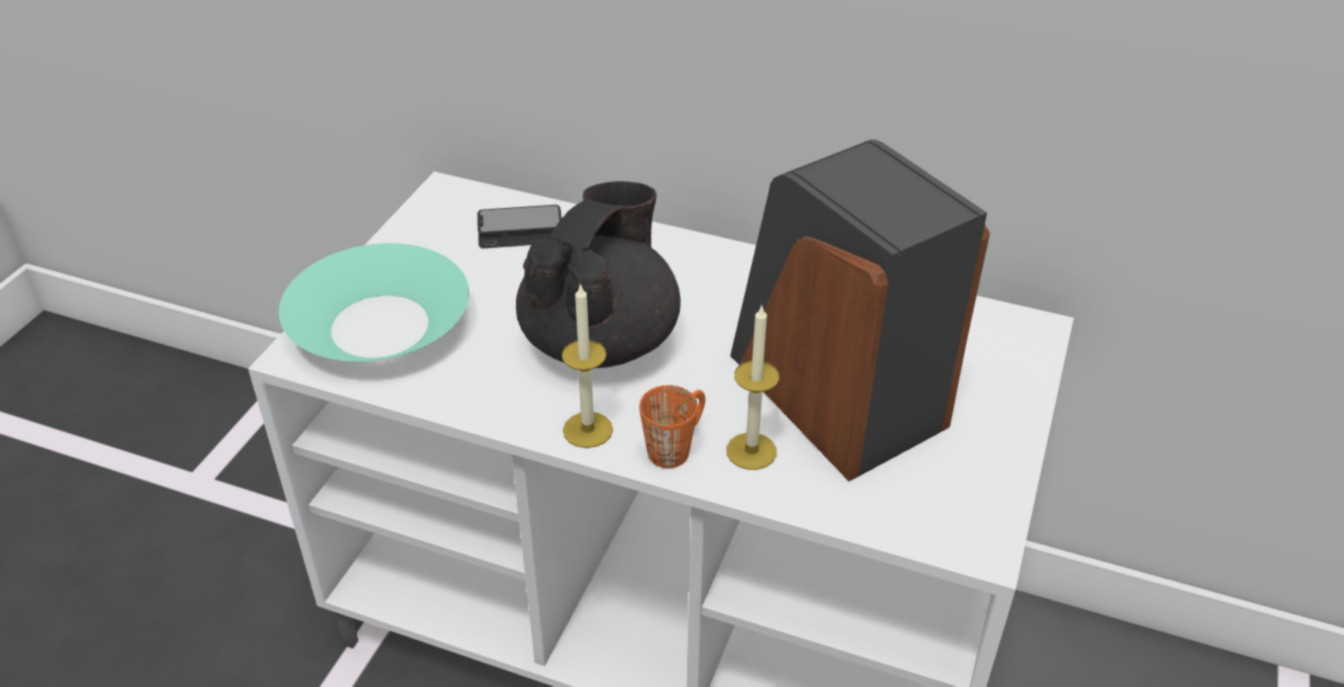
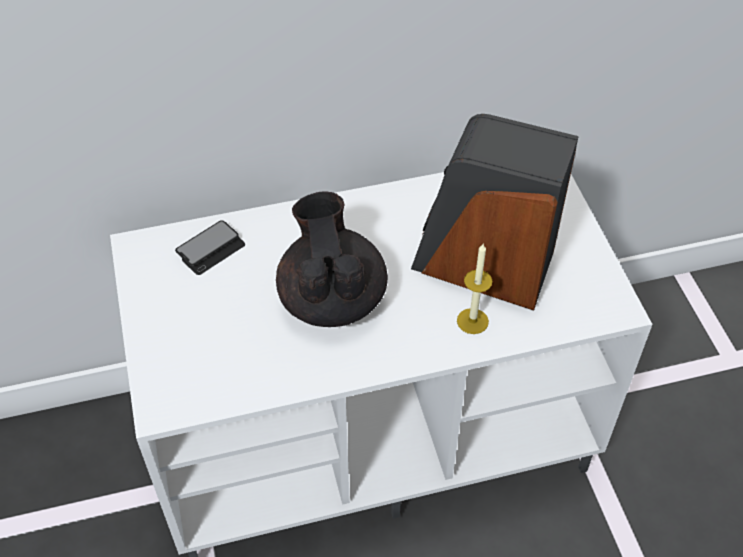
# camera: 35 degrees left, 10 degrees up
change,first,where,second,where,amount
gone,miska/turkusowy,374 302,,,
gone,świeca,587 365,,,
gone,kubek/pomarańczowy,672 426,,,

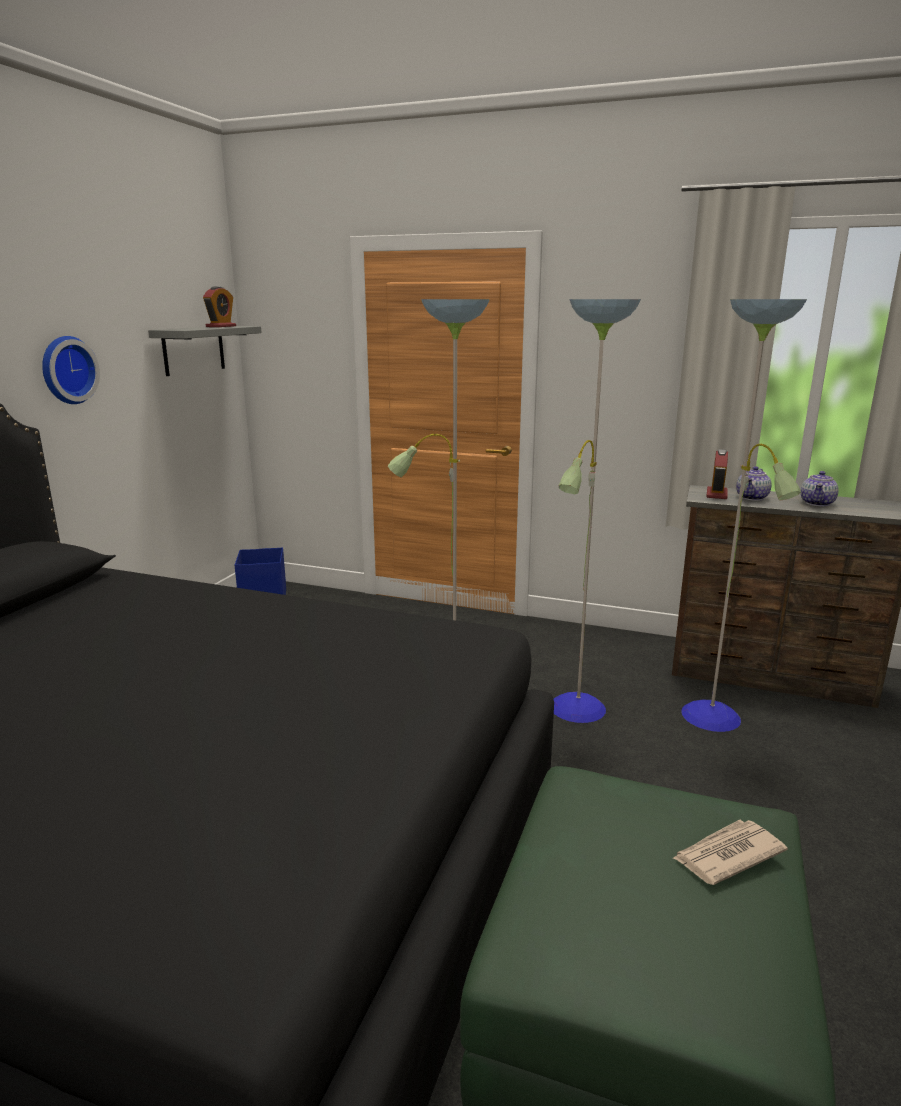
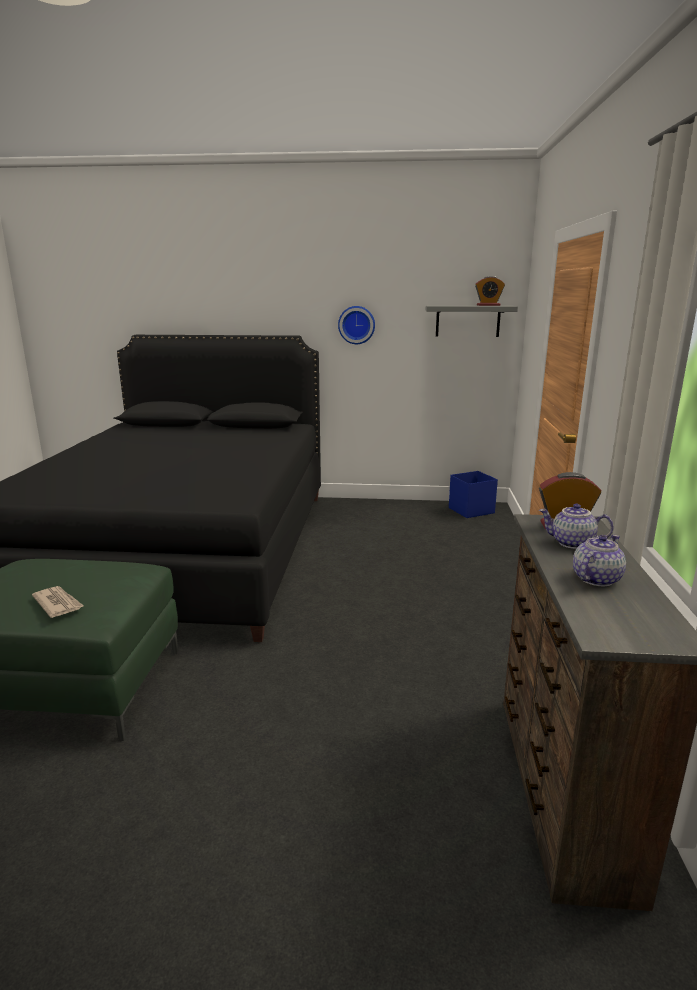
# camera: 75 degrees right, 0 degrees up
change,first,where,second,where,amount
gone,lampa stojąca,597 515,,,
rotated,imbryk,820 488,,599 560,120 degrees clockwise

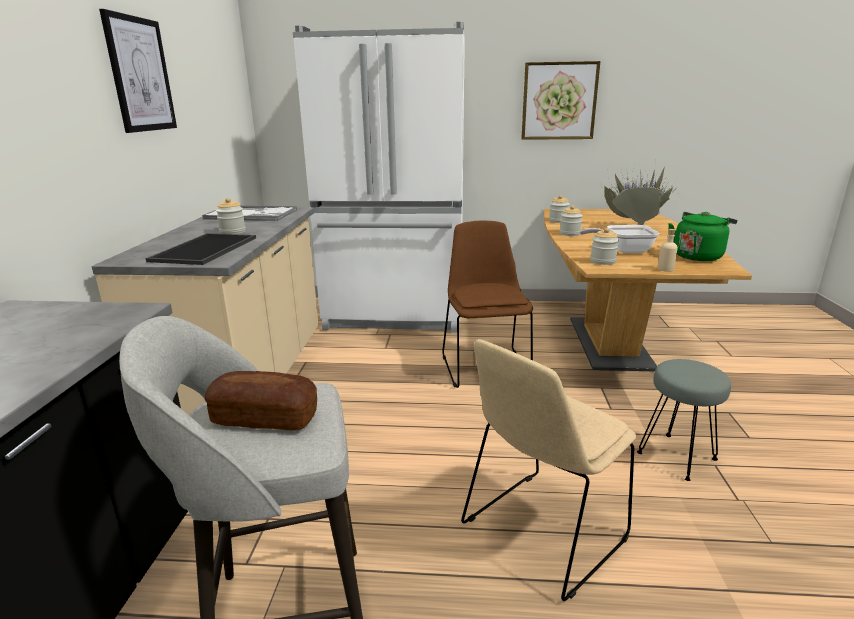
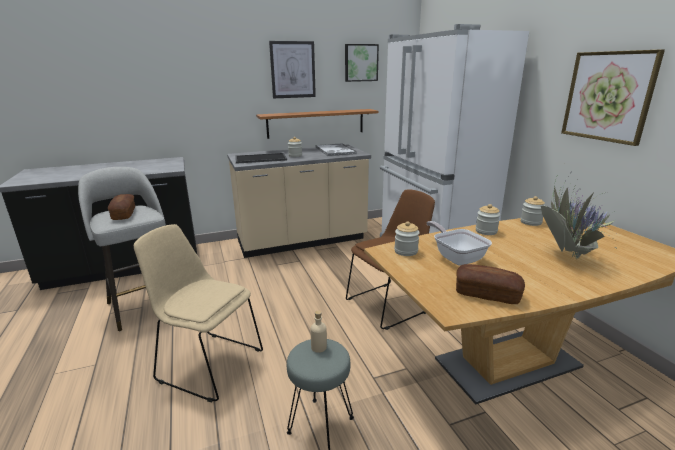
# camera: 65 degrees right, 0 degrees up
change,first,where,second,where,amount
new,,,półka,317 124,
new,,,obraz,362 63,
shifted,butelka/beżowy,668 250,,319 332,
swapped,czajnik/zielony,702 236,chleb,490 284,

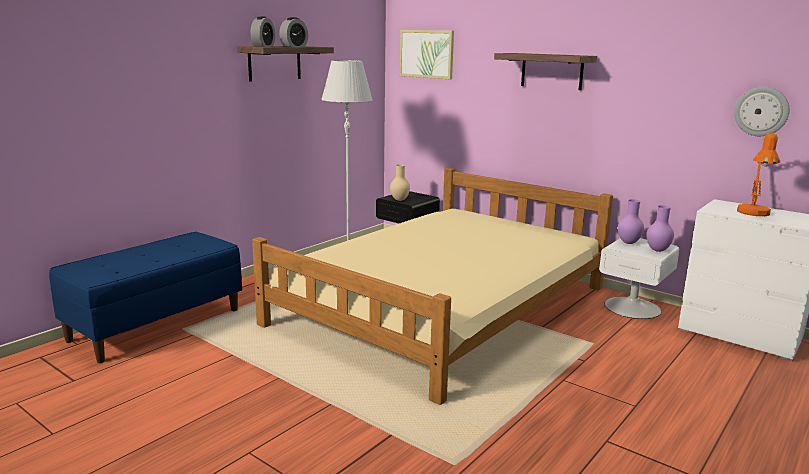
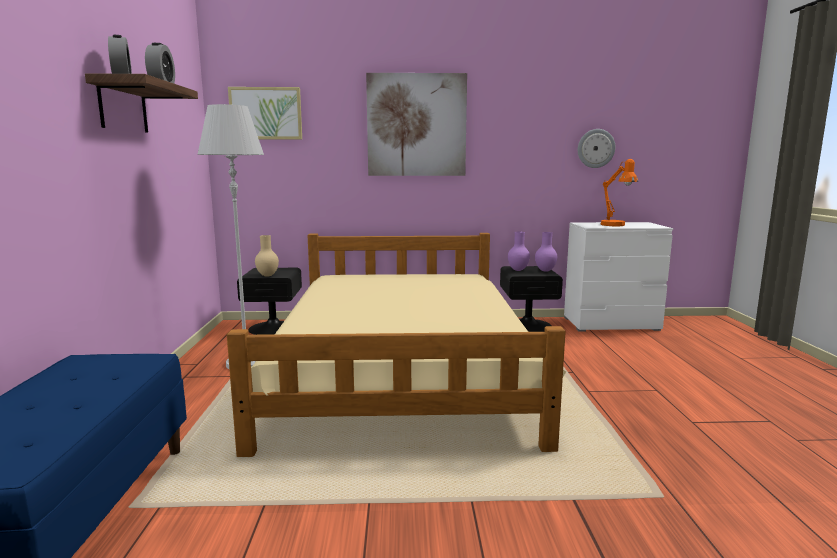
# camera: 40 degrees left, 5 degrees down
change,first,where,second,where,amount
swapped,półka,545 71,obraz,416 124,
repainted,szafka nocna/biały,639 278,szafka nocna/czarny,531 299,

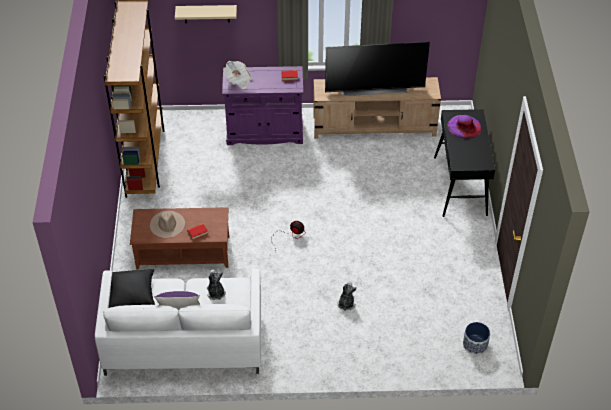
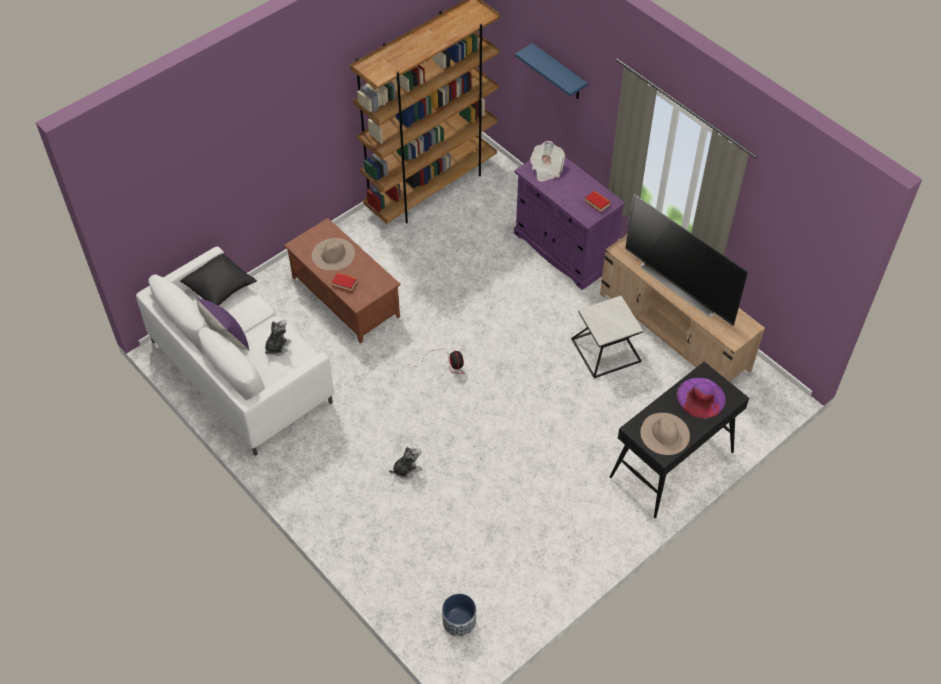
# camera: 50 degrees right, 5 degrees up
change,first,where,second,where,amount
new,,,stolik,607 337,
new,,,kapelusz/beżowy,665 434,
repainted,półka/beżowy,206 14,półka/niebieski,551 71,

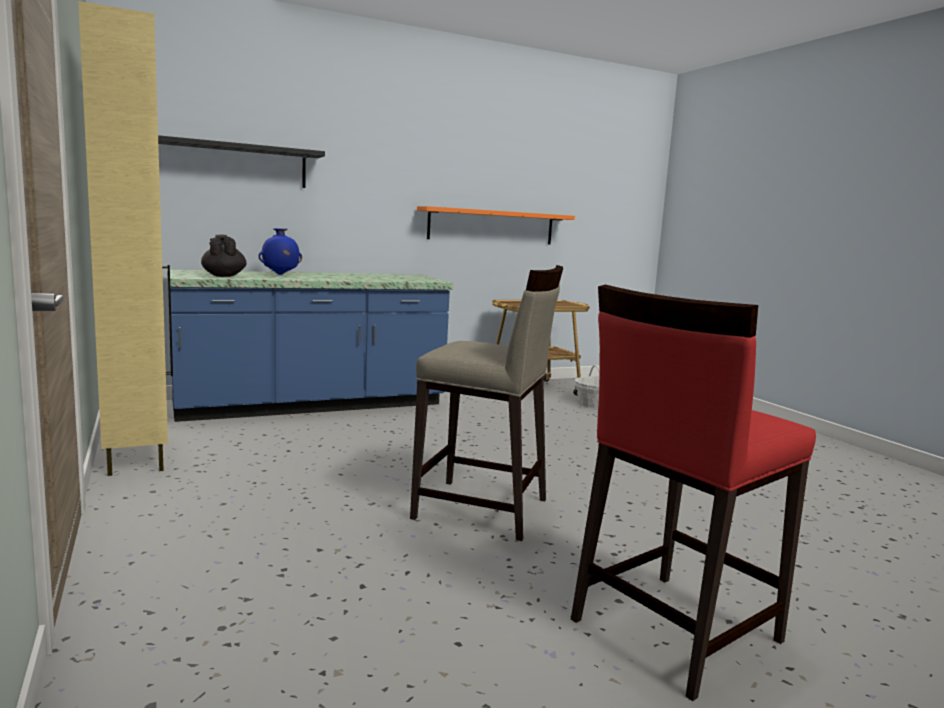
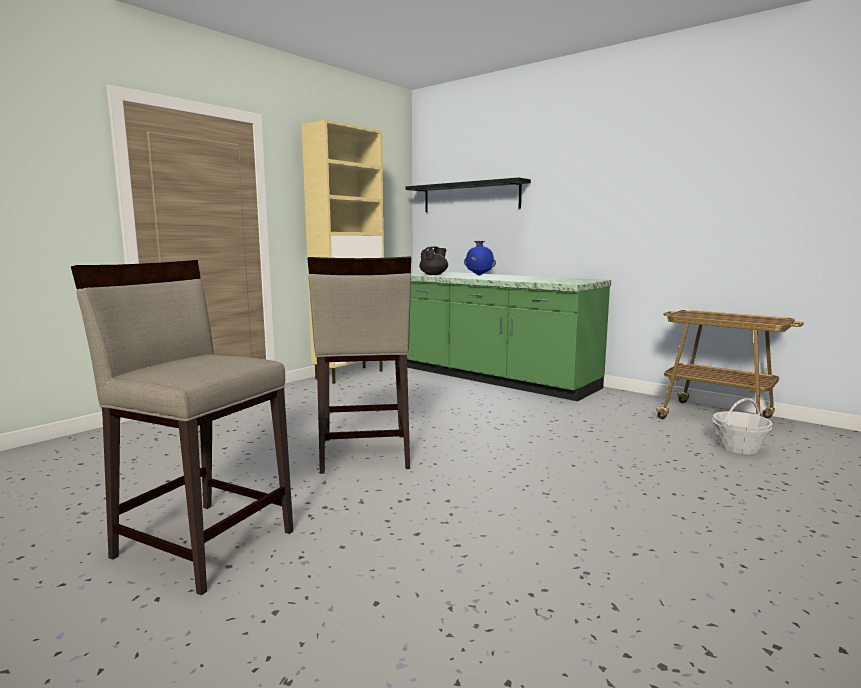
# camera: 65 degrees right, 0 degrees up
change,first,where,second,where,amount
gone,półka/pomarańczowy,496 225,,,
repainted,zabudowa kuchenna/niebieski,310 346,zabudowa kuchenna/zielony,509 336,
repainted,stołek/czerwony,693 493,stołek/beżowy,182 427,

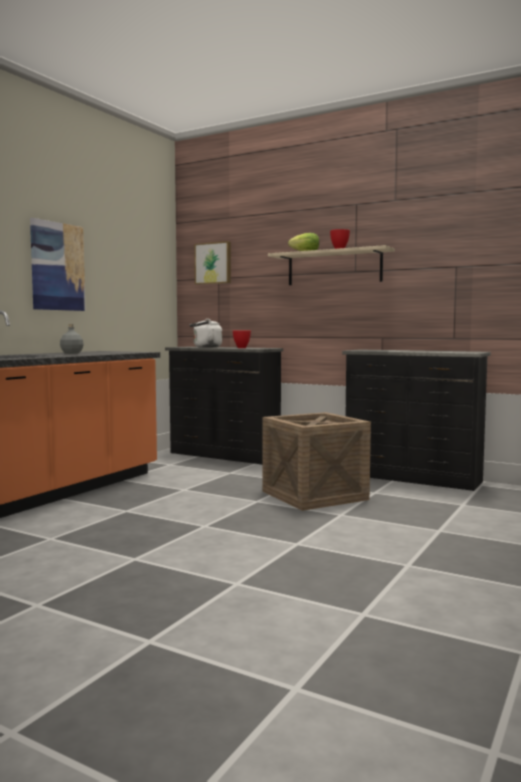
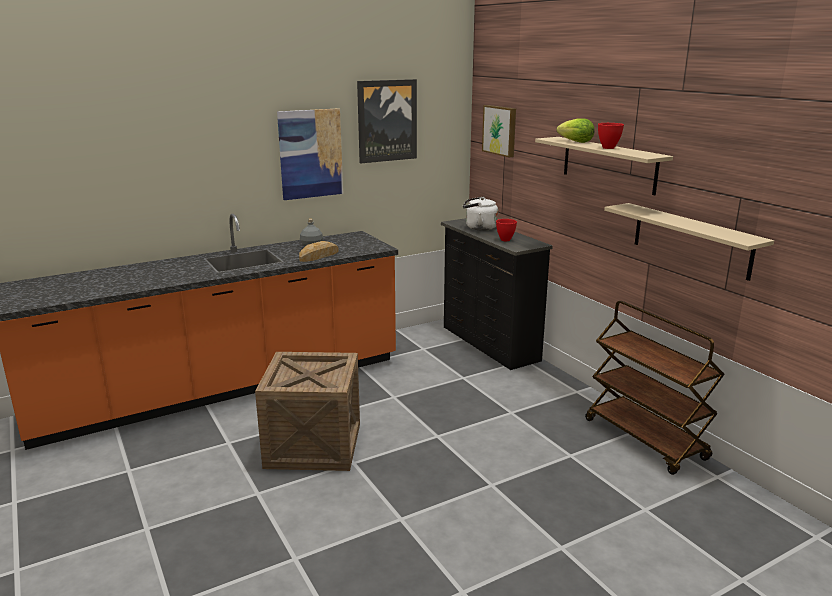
# camera: 30 degrees right, 15 degrees up
change,first,where,second,where,amount
new,,,chleb,319 251,
new,,,obraz,387 121,
new,,,półka/beżowy,689 242,
shifted,skrzynka,317 461,,307 411,
swapped,komoda/czarny,416 420,wózek/brązowy,655 388,

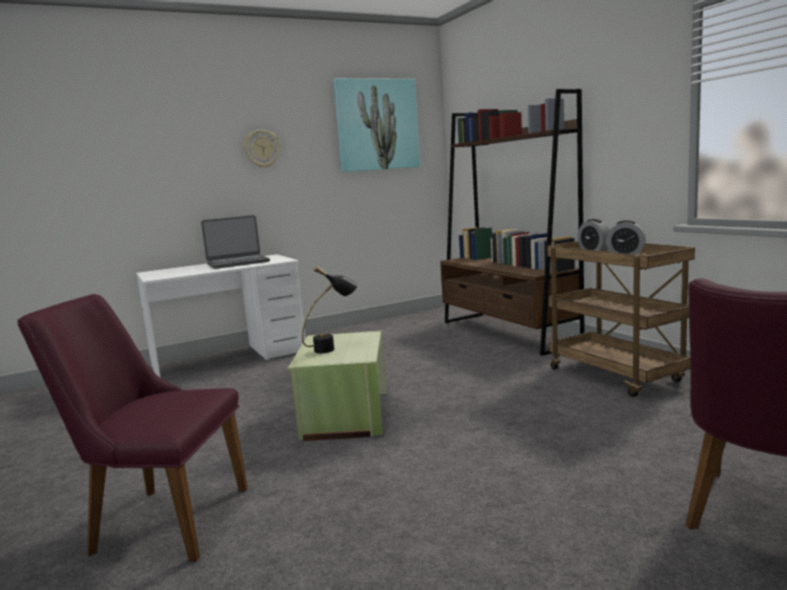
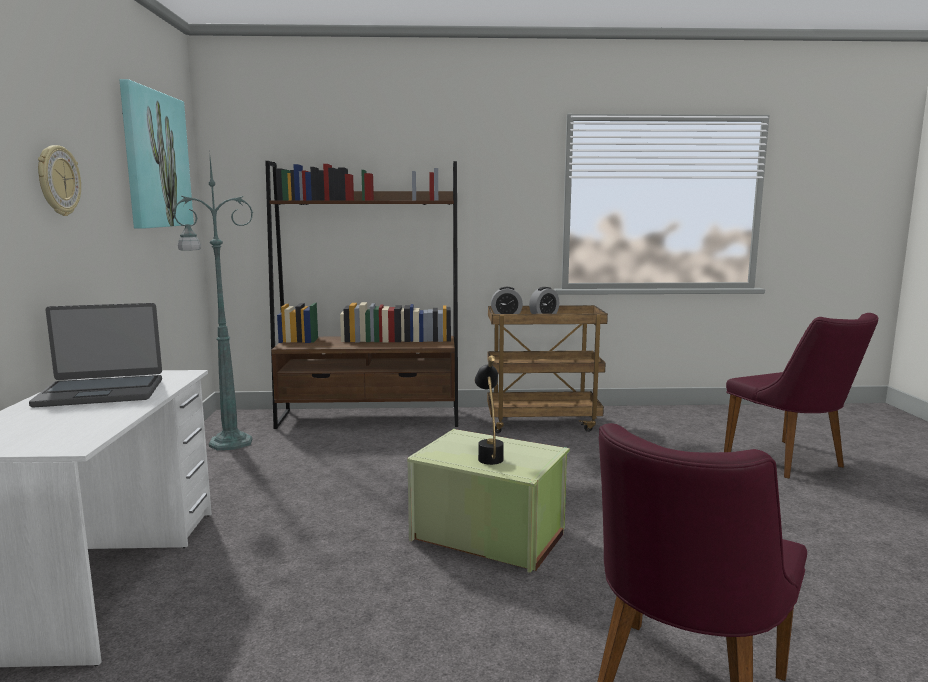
# camera: 65 degrees left, 0 degrees up
change,first,where,second,where,amount
new,,,lampa stojąca/zielony,213 304,
rotated,laptop,235 242,,95 355,75 degrees clockwise

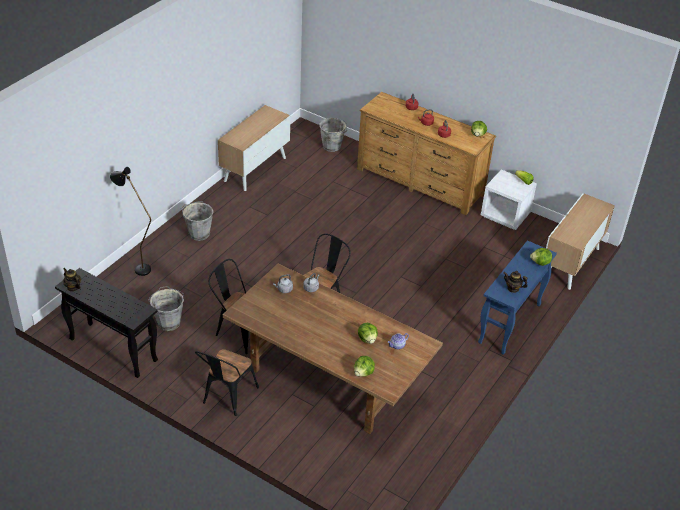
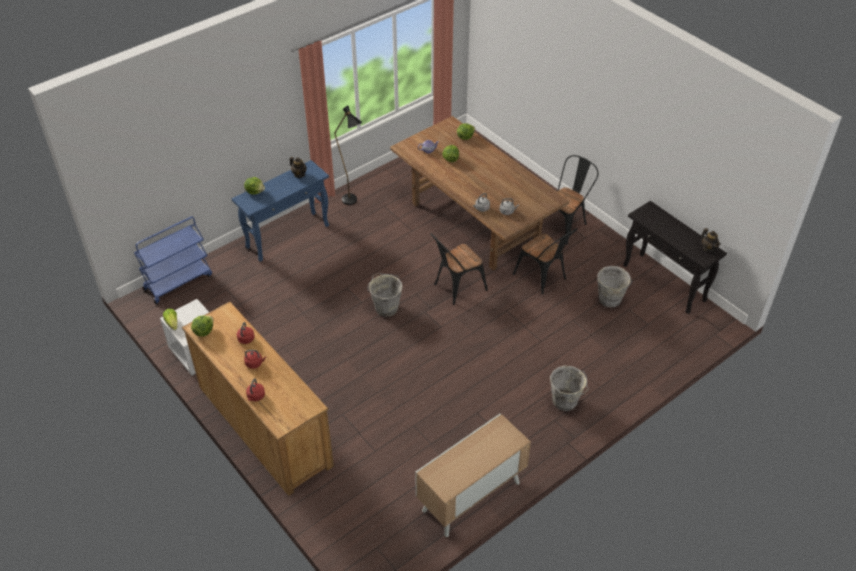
# camera: 160 degrees left, 5 degrees up
change,first,where,second,where,amount
shifted,lampa stojąca/czarny,130 221,,348 155,
shifted,wiadro/szary,333 135,,385 295,
swapped,szafka,580 242,wózek/niebieski,173 260,

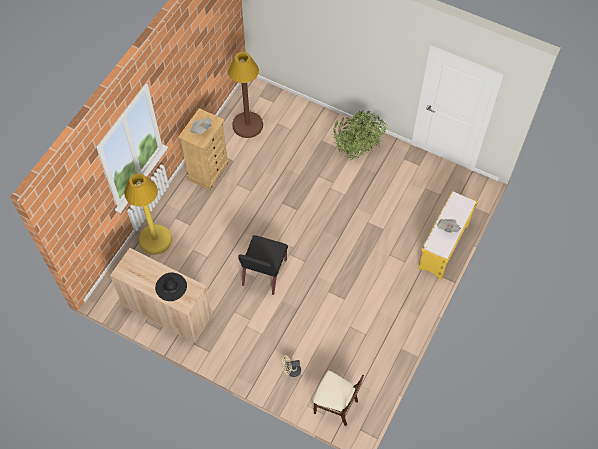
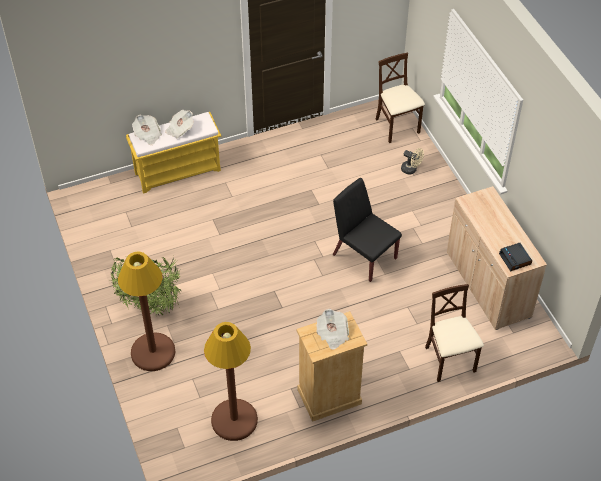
# camera: 140 degrees left, 10 degrees down
change,first,where,second,where,amount
gone,kapelusz/czarny,171 287,,,
new,,,lampa stojąca/brązowy,146 311,
new,,,gazeta,147 129,
new,,,budzik,515 257,
swapped,lampa stojąca/żółty,148 214,krzesło/beżowy,454 333,
rotated,krzesło/czarny,263 265,,367 230,105 degrees counterclockwise

